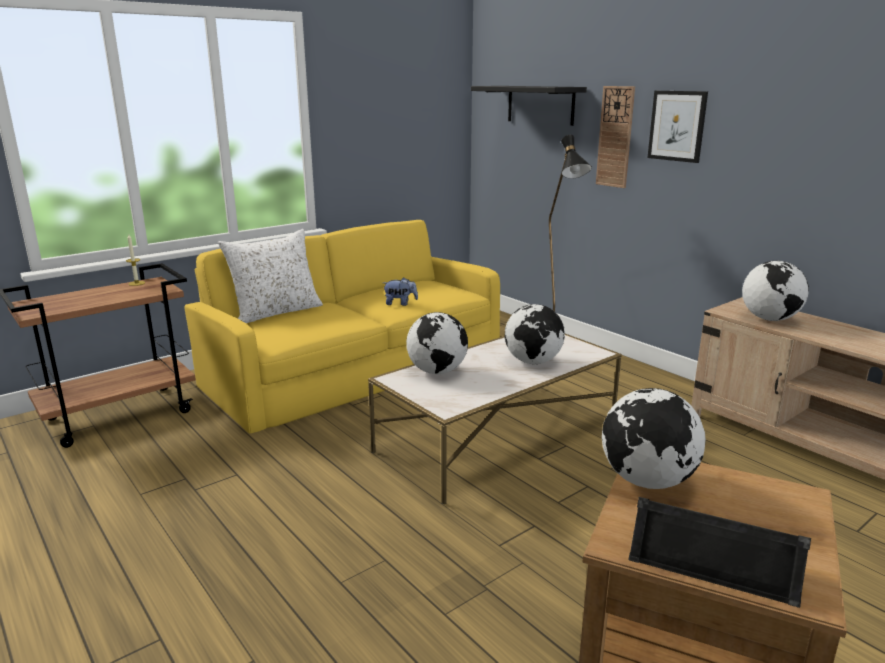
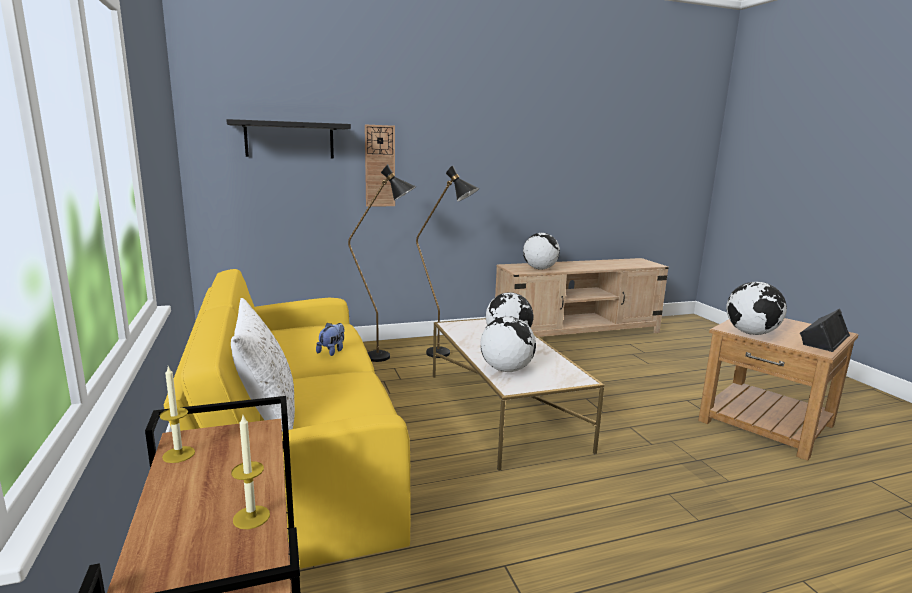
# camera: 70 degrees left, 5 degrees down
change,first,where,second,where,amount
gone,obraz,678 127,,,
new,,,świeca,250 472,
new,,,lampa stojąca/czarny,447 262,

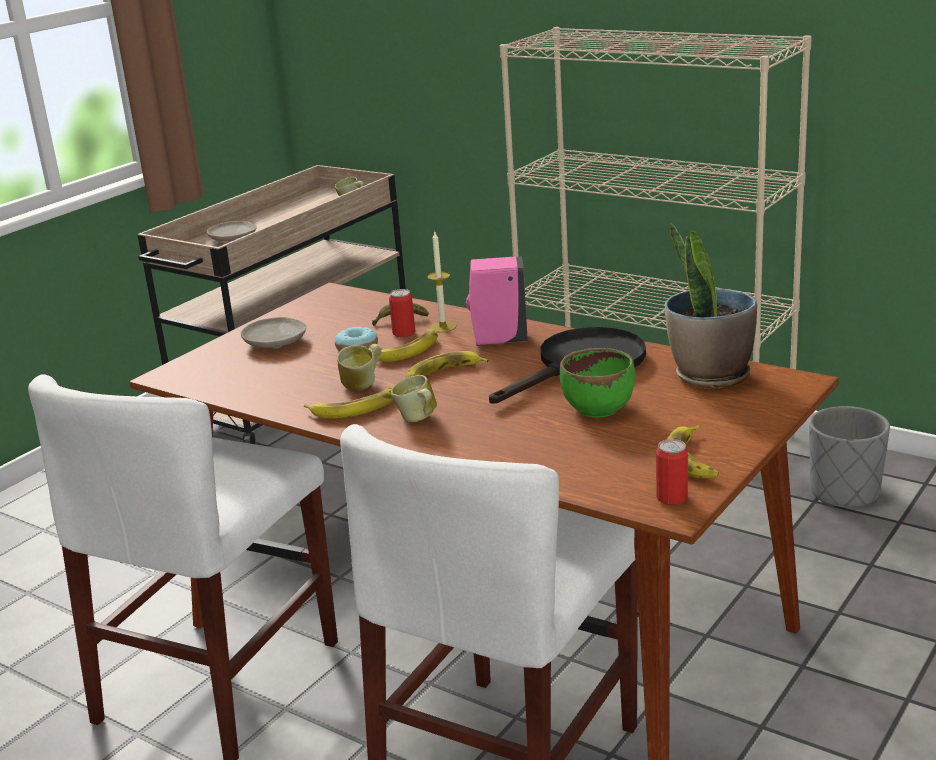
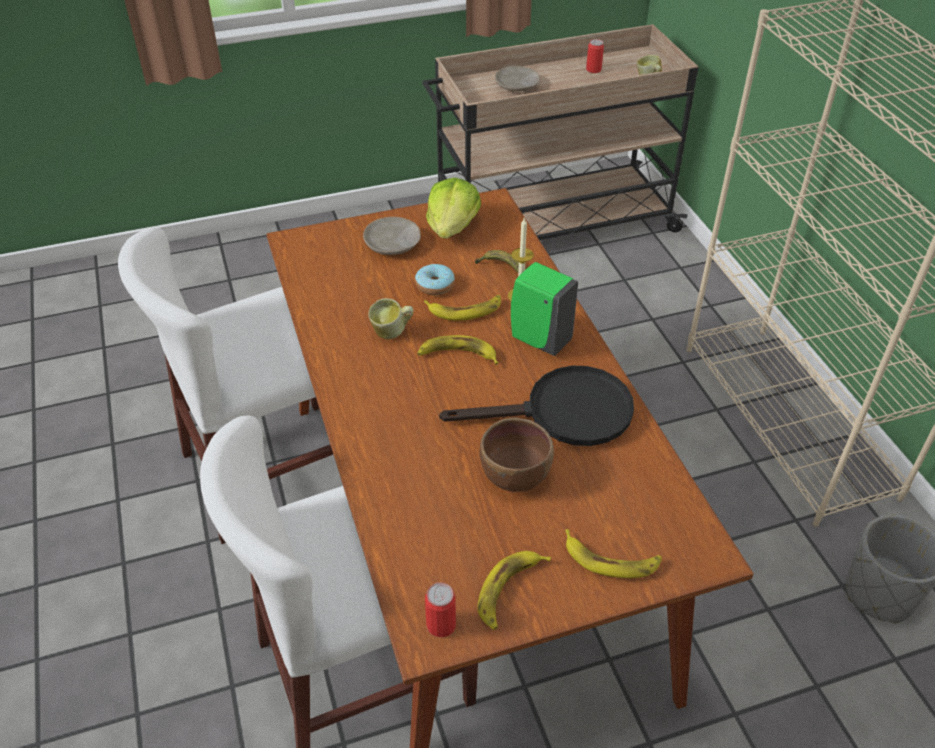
# camera: 35 degrees right, 20 degrees up
change,first,where,second,where,amount
gone,kubek,414 398,,,
gone,roślina doniczkowa,711 306,,,
new,,,sałata,453 207,
shifted,banan,348 402,,613 553,
shifted,puszka,402 313,,595 56,
repainted,dozownik mydła/różowy,497 301,dozownik mydła/zielony,544 309,
repainted,miska/zielony,597 383,miska/brązowy,516 454,

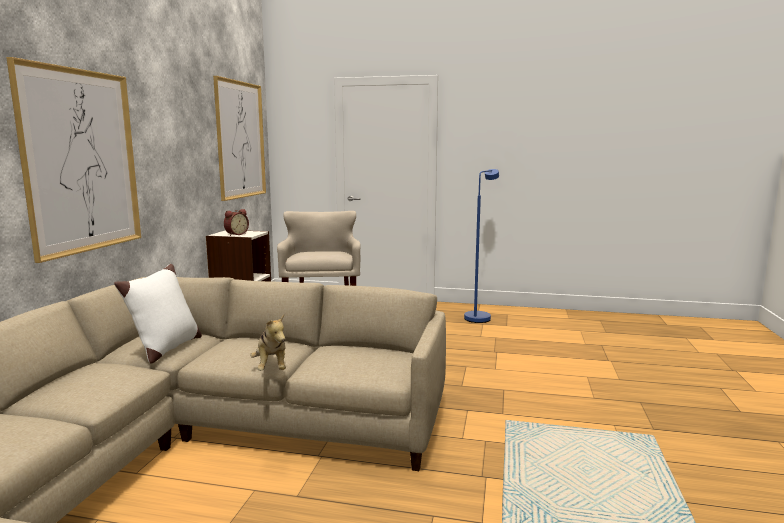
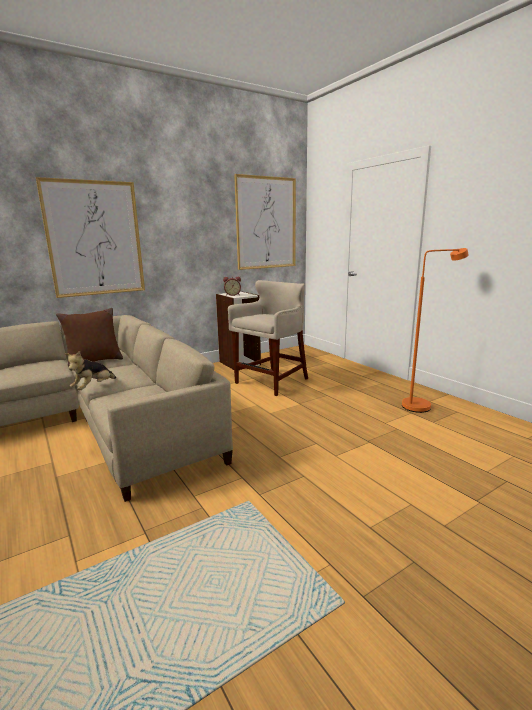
# camera: 45 degrees right, 5 degrees up
change,first,where,second,where,amount
repainted,poduszka/biały,158 313,poduszka/brązowy,89 337,
repainted,lampa stojąca/niebieski,481 246,lampa stojąca/pomarańczowy,435 330,

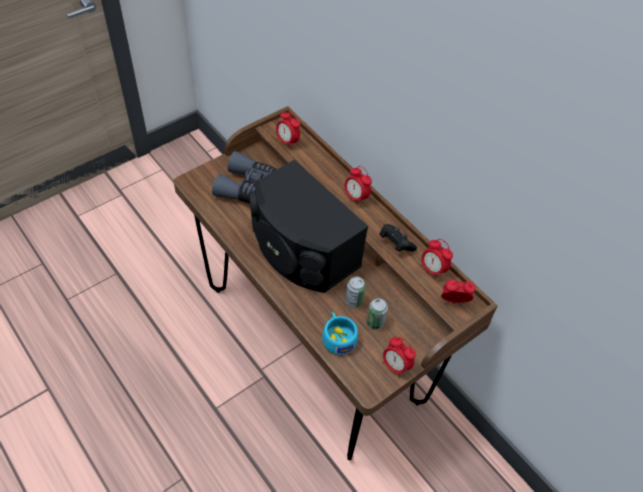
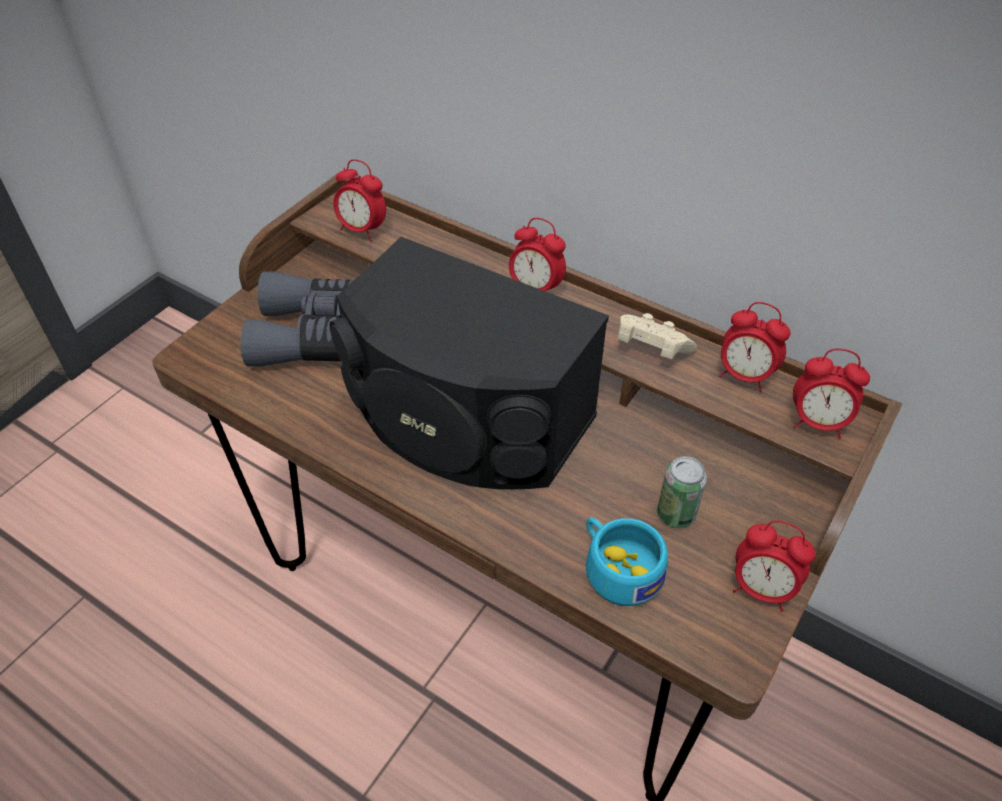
# camera: 15 degrees left, 5 degrees down
change,first,where,second,where,amount
gone,puszka,355 292,,,
repainted,pad do gier/czarny,398 238,pad do gier/beżowy,657 336,
rotated,budzik,458 292,,831 393,150 degrees counterclockwise

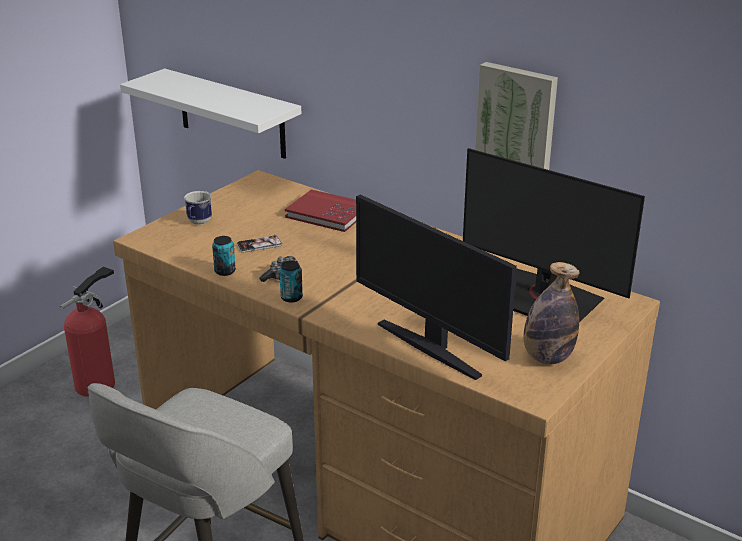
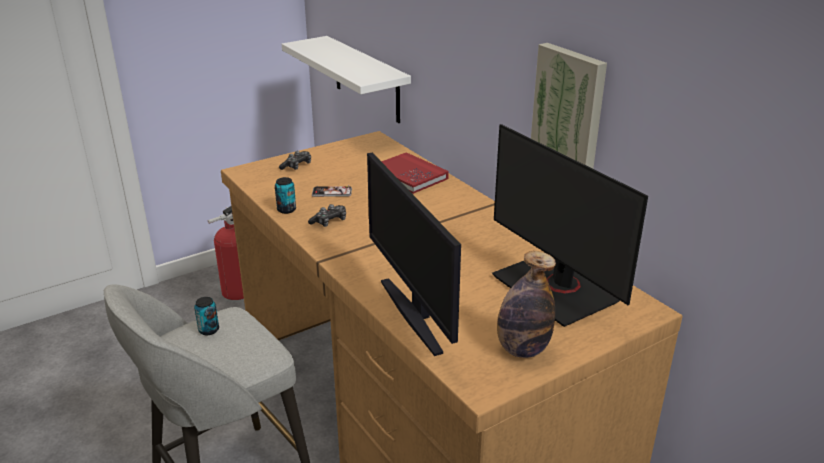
# camera: 20 degrees right, 0 degrees up
change,first,where,second,where,amount
shifted,puszka,291 282,,206 316,
swapped,kubek,198 208,pad do gier,295 160,

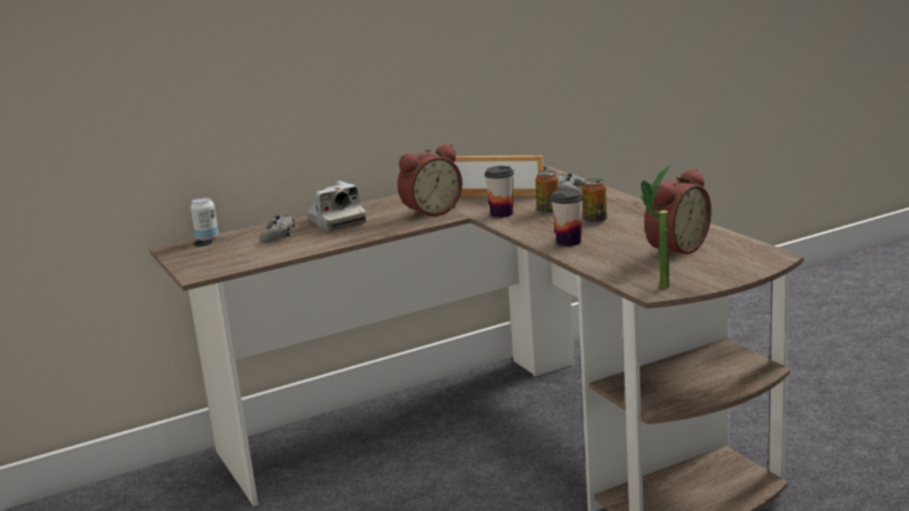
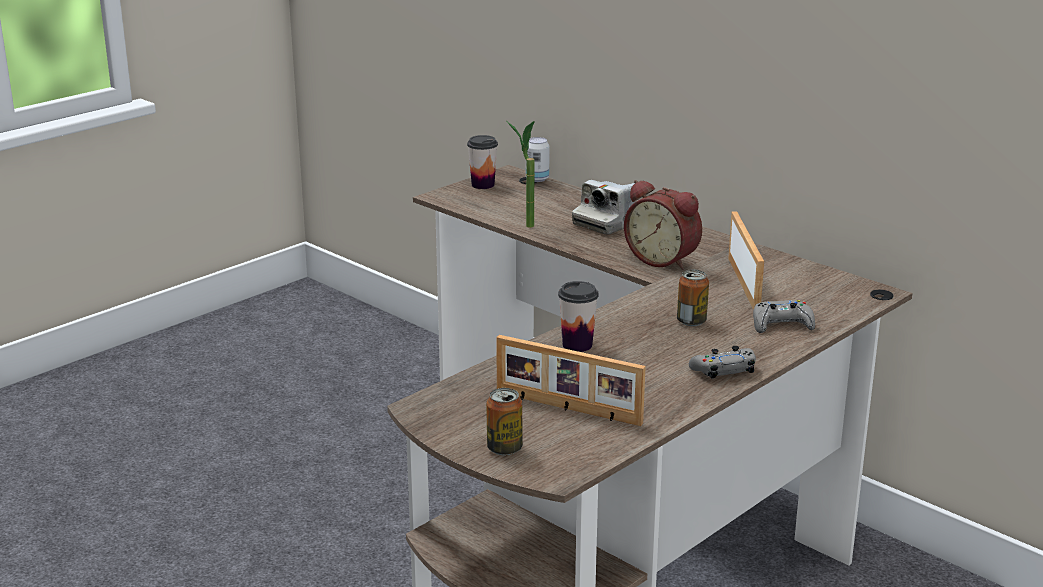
# camera: 70 degrees right, 5 degrees up
change,first,where,second,where,amount
shifted,pad do gier/szary,278 229,,722 362,
shifted,filiżanka,499 192,,482 162,
shifted,puszka,594 201,,504 422,
shifted,roślina doniczkowa,652 227,,520 174,
swapped,budzik,677 212,ramka na zdjęcie,571 380,

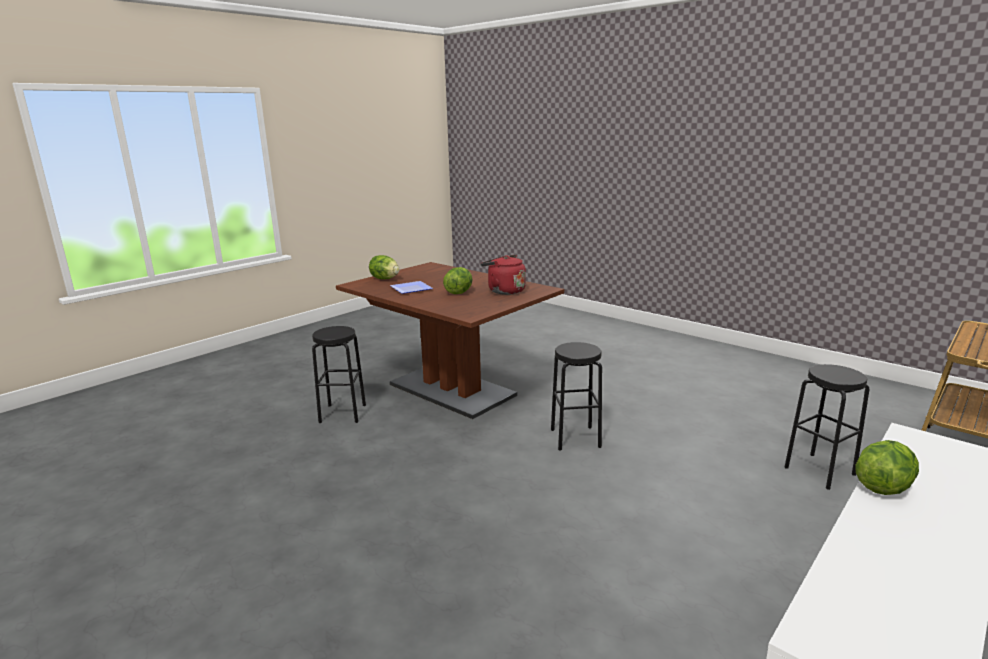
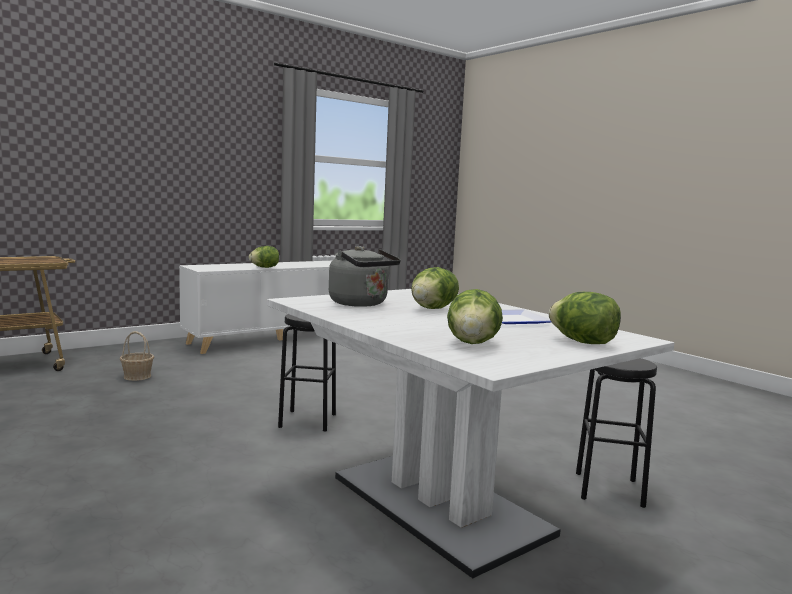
# camera: 170 degrees left, 10 degrees down
change,first,where,second,where,amount
new,,,sałata,475 316,
swapped,stołek/czarny,827 427,koszyk,137 356,
repainted,stół jadalny/brązowy,450 340,stół jadalny/biały,470 434,
repainted,czajnik/czerwony,503 275,czajnik/szary,365 276,

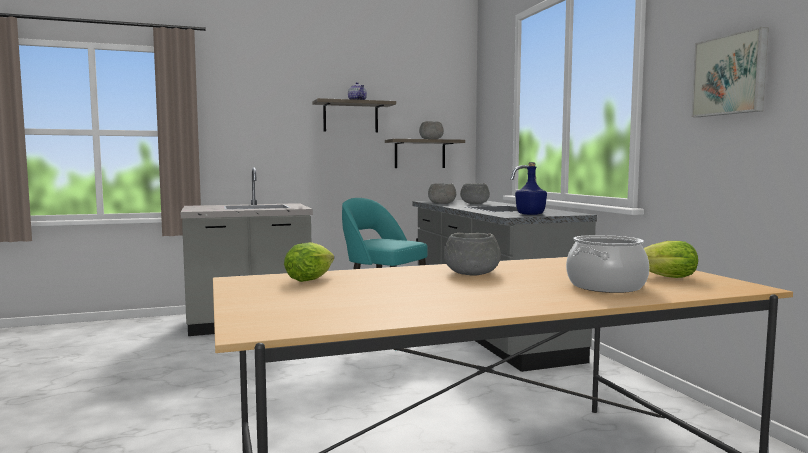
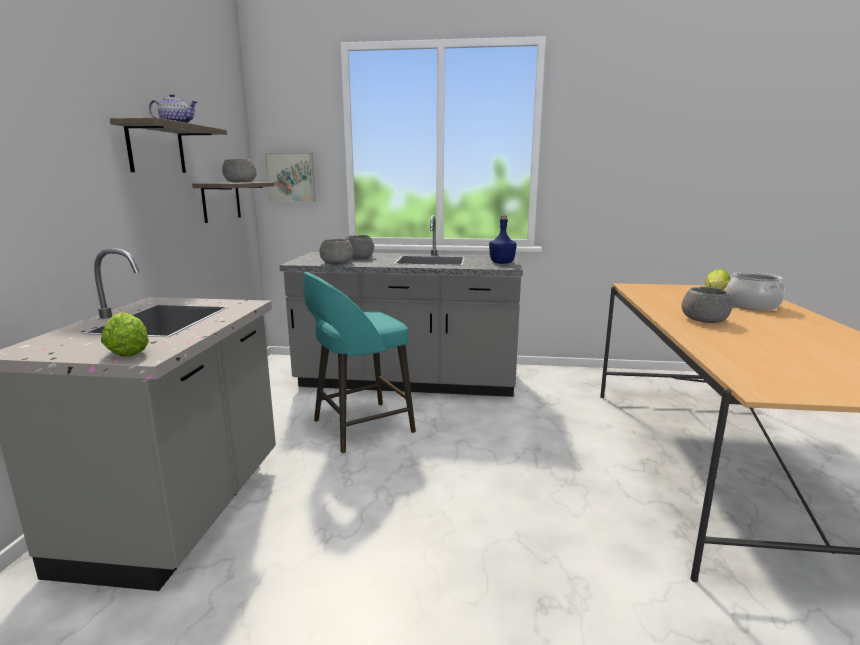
# camera: 65 degrees left, 10 degrees up
change,first,where,second,where,amount
shifted,sałata,309 262,,125 334,
shifted,obraz,730 72,,290 177,

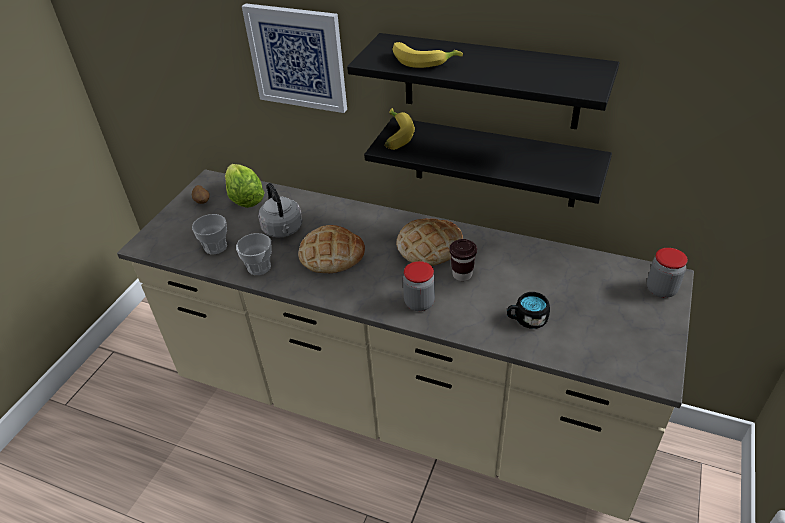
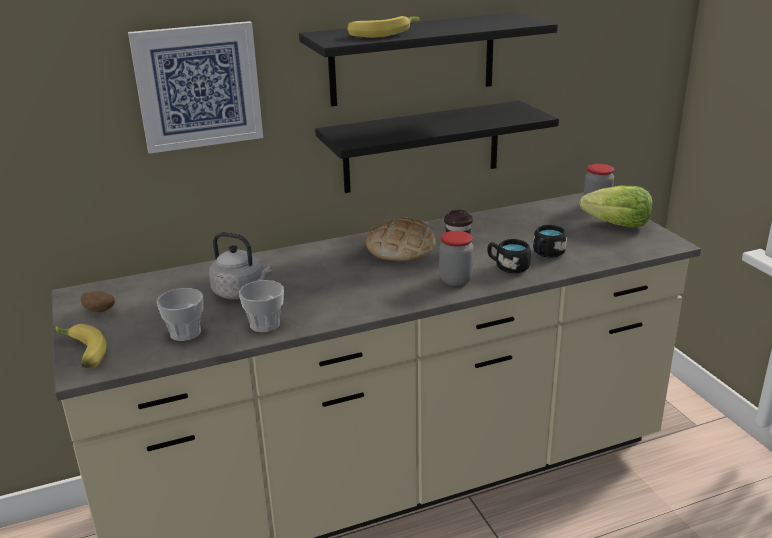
# camera: 45 degrees left, 15 degrees down
change,first,where,second,where,amount
gone,chleb,331 249,,,
new,,,kubek/czarny,509 256,
shifted,sałata,245 186,,616 207,
shifted,banan,399 129,,81 346,

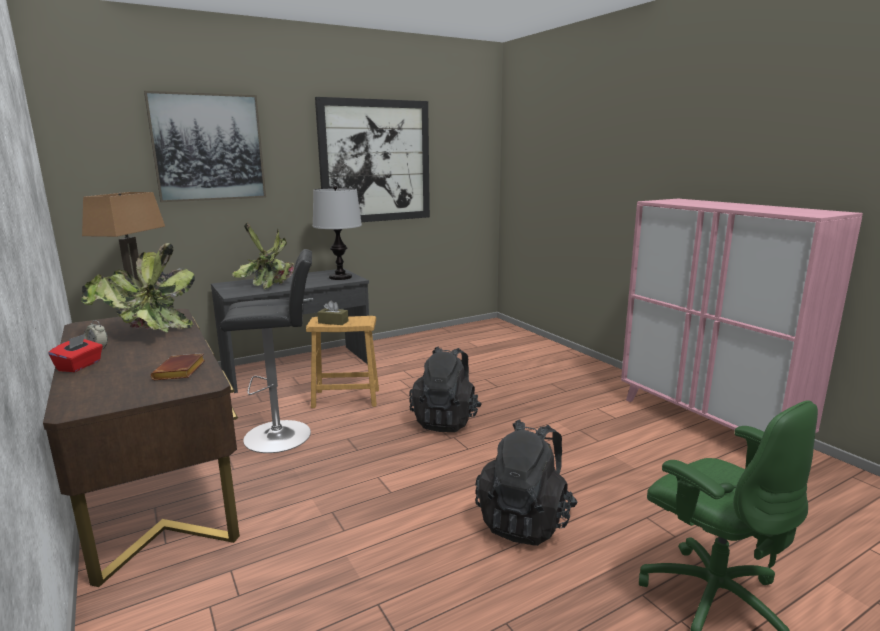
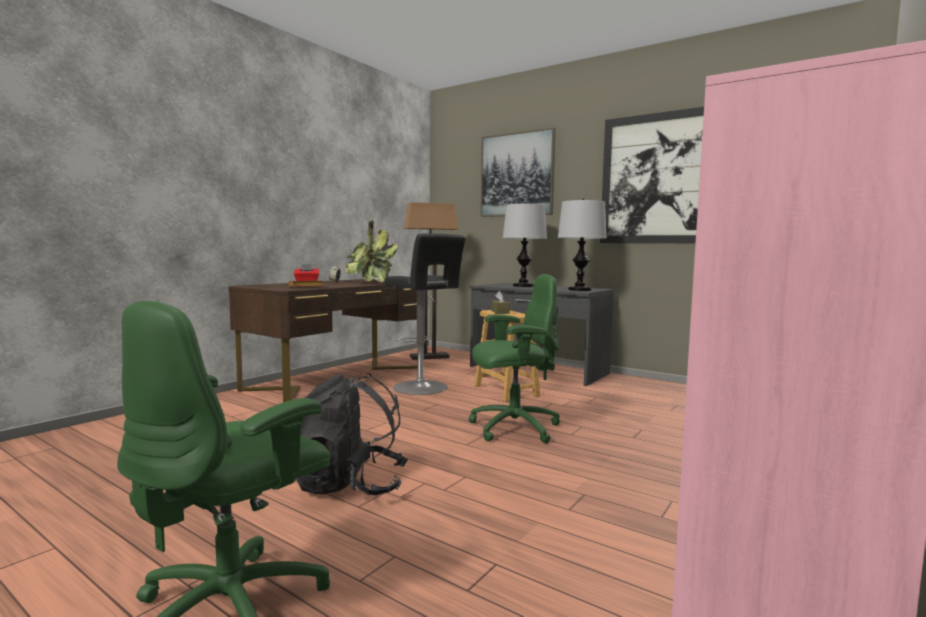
# camera: 65 degrees right, 10 degrees down
change,first,where,second,where,amount
swapped,roślina doniczkowa,263 255,lampa stołowa,525 244,
swapped,plecak/czarny,445 389,krzesło biurowe/zielony,514 358,

